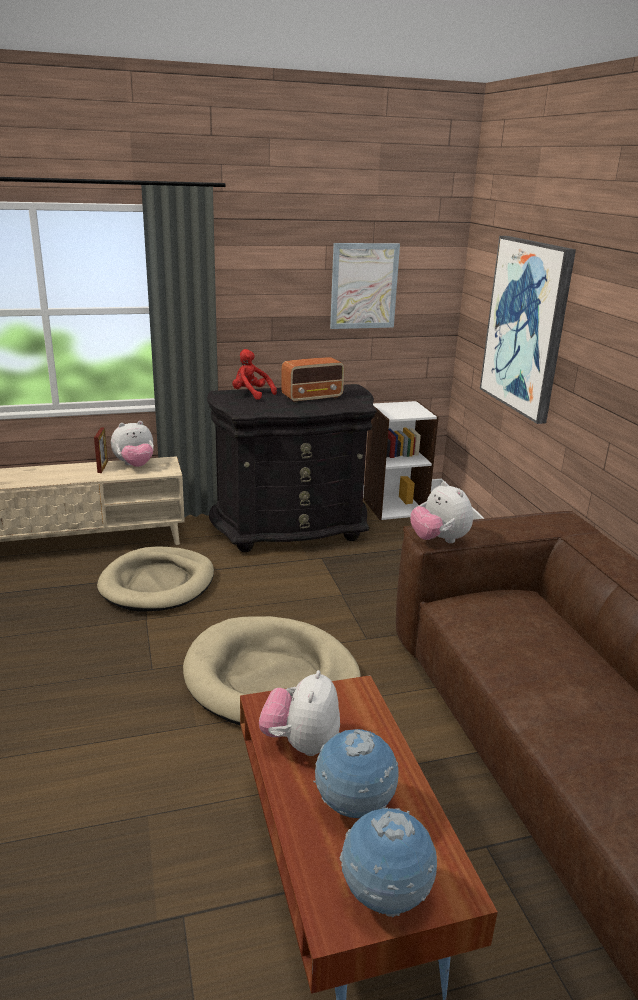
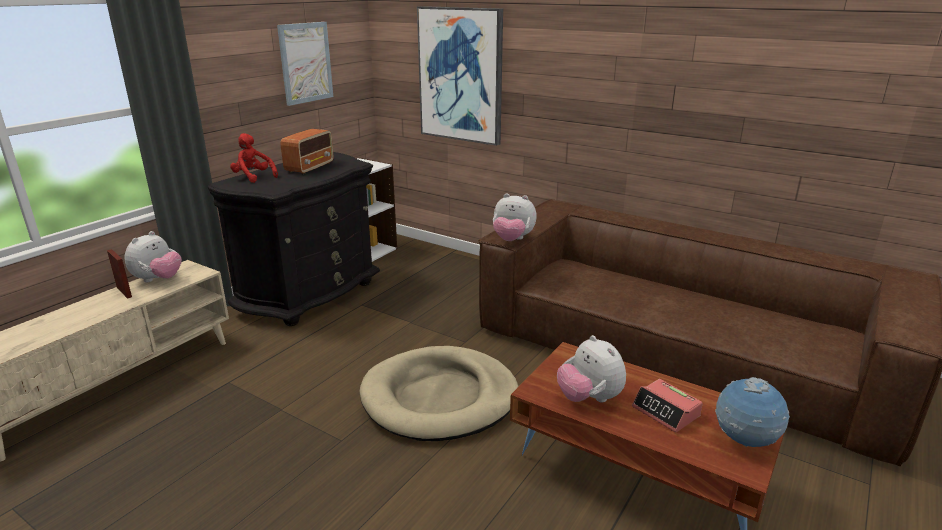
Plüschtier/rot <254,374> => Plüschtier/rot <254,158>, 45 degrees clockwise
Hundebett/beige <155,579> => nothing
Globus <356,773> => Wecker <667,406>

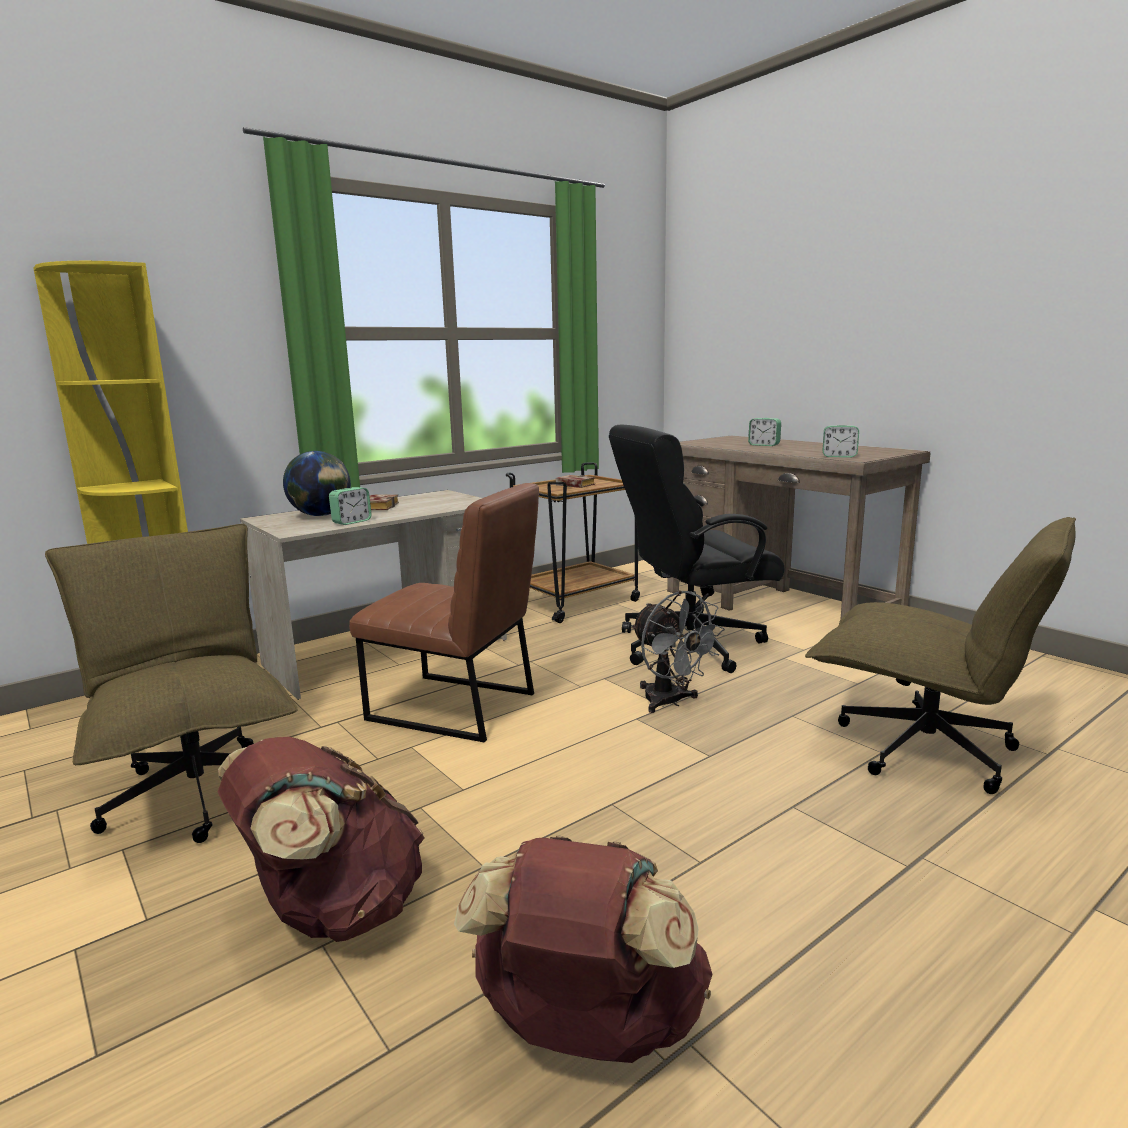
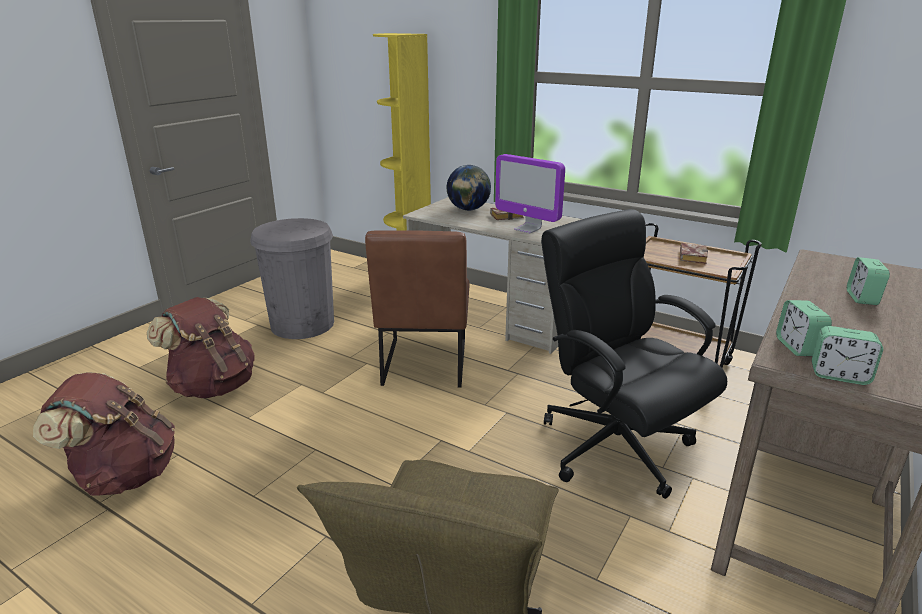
Wecker <350,506> => Wecker <847,355>, moved
Bürostuhl/beige <171,683> => Mülleimer/grau <292,278>
Ventilator/grau <678,651> => nothing
nothing => Monitor <530,193>

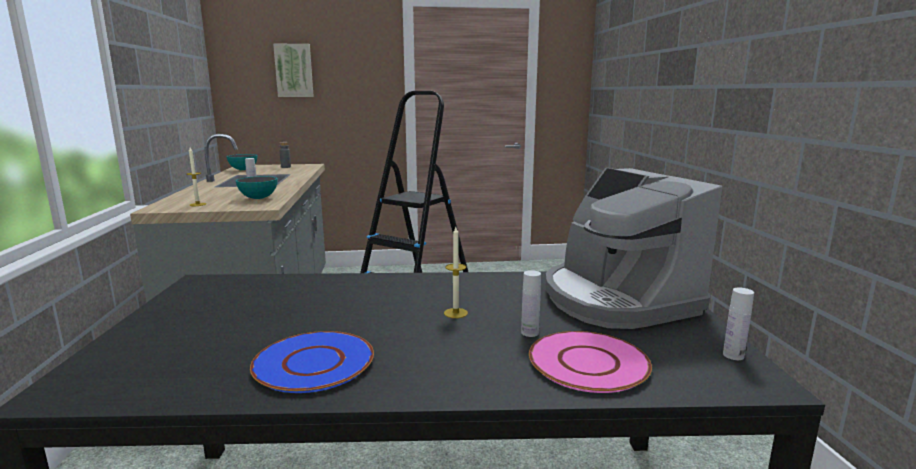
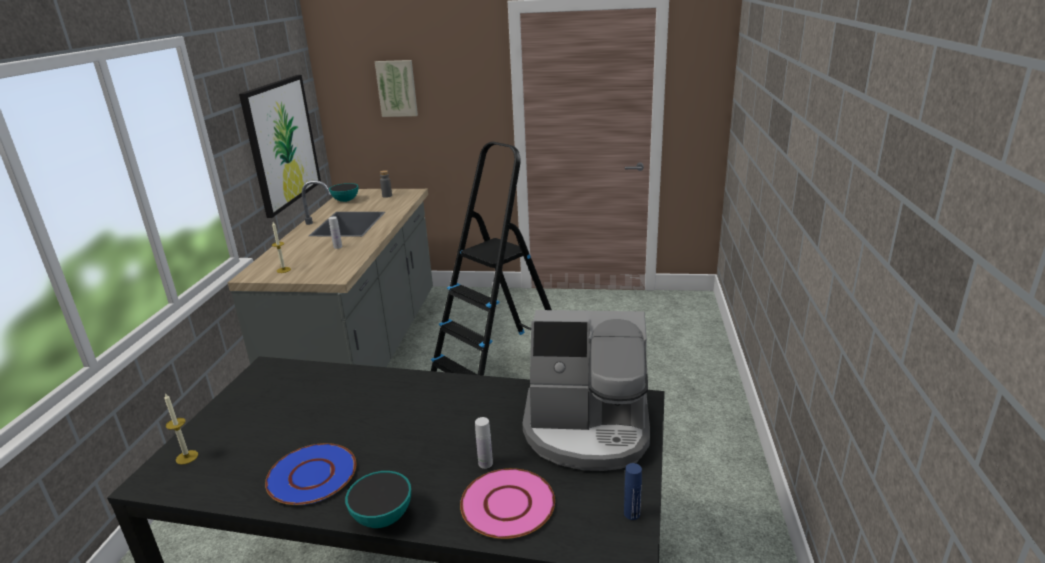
Kaffeemaschine <633,248> => Kaffeemaschine <586,390>, 75 degrees counterclockwise
Schüssel <256,187> => Schüssel <378,499>, moved
Kerze <456,272> => Kerze <181,429>, moved
Flasche/weiß <738,323> => Flasche/blau <633,491>
nothing => Bild <280,146>

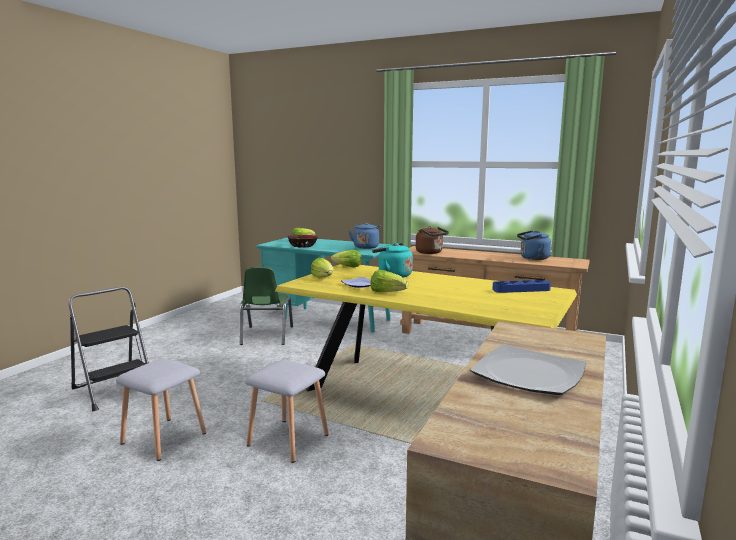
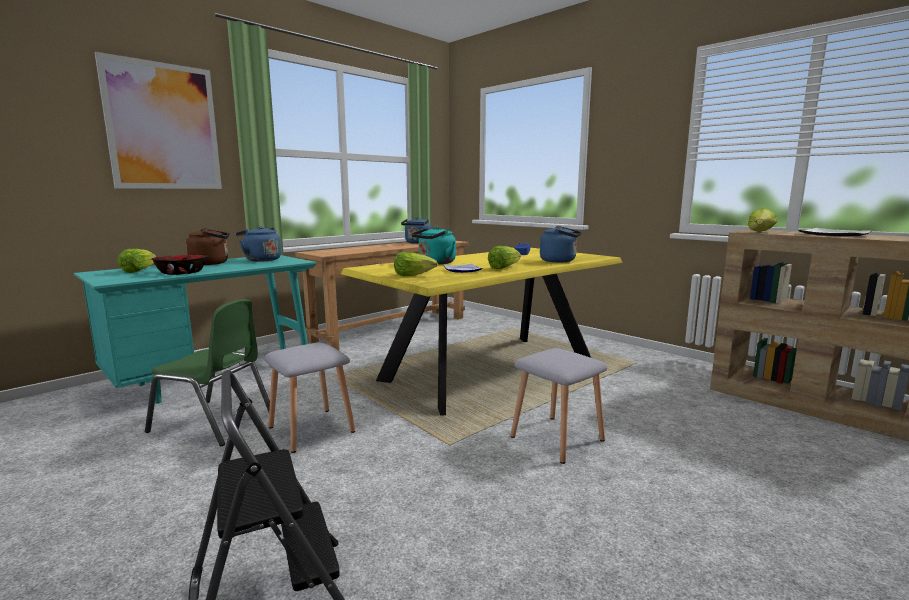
Wasserkessel/braun <432,240> => Wasserkessel/braun <208,246>, moved
Salatkopf <346,258> => Salatkopf <763,220>, moved
Hocker/grau <161,410> => Hocker/grau <309,397>, moved
nothing => Bild <158,120>
nothing => Wasserkessel/blau <561,244>

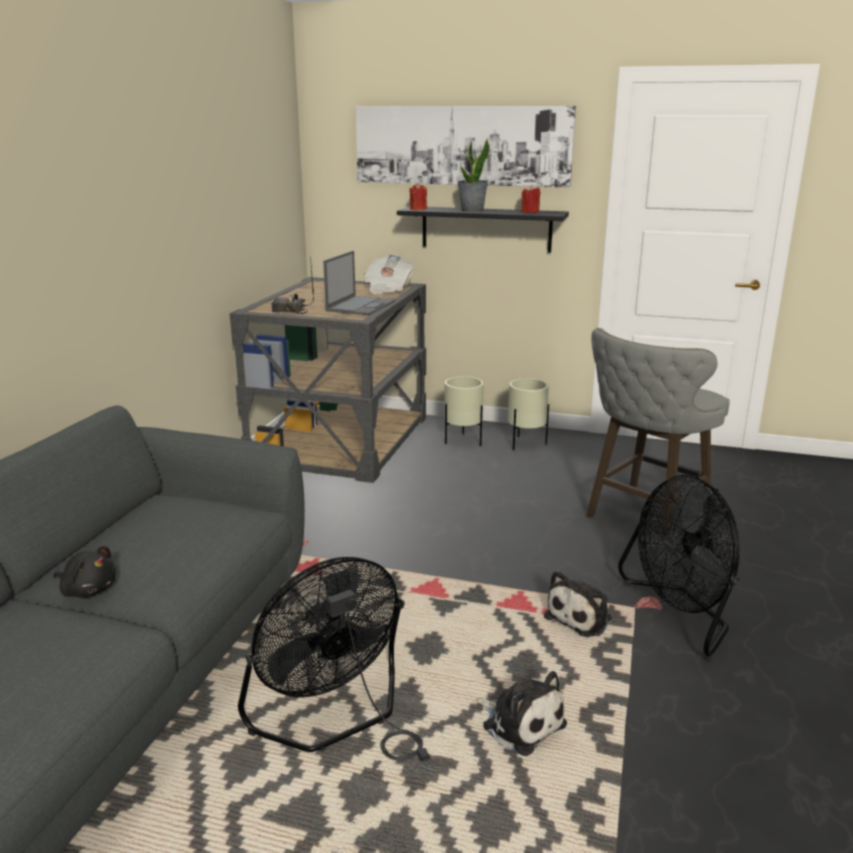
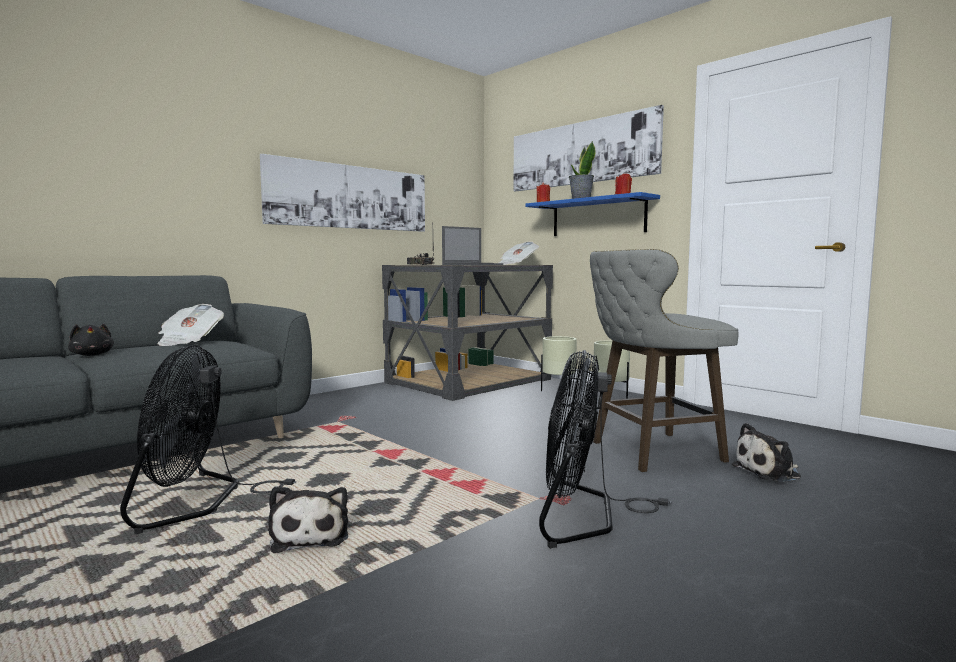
Wandregal/schwarz <483,229> => Wandregal/blau <592,214>
Ventilator/schwarz <334,660> => Ventilator/schwarz <208,439>, 90 degrees counterclockwise
Plüschtier <578,604> => Plüschtier <766,452>, moved
nothing => Bild <342,193>
nothing => Zeitung <191,325>

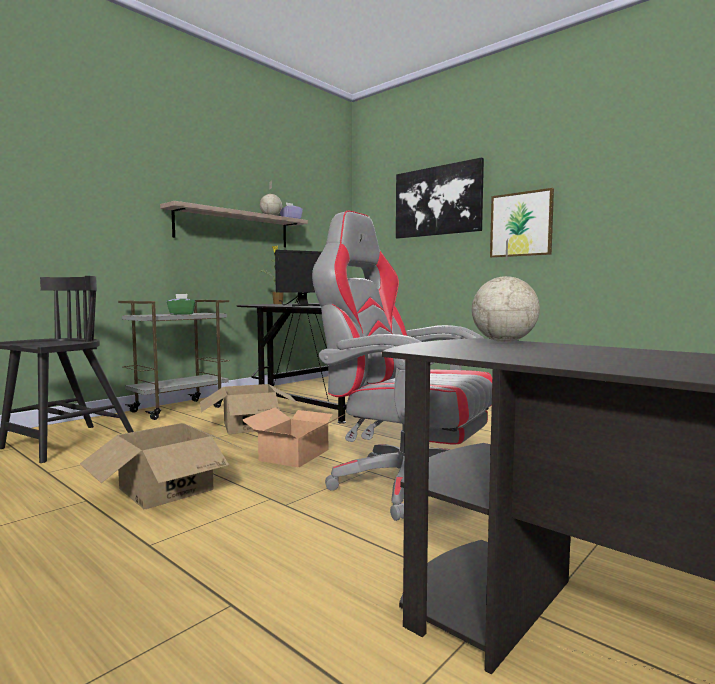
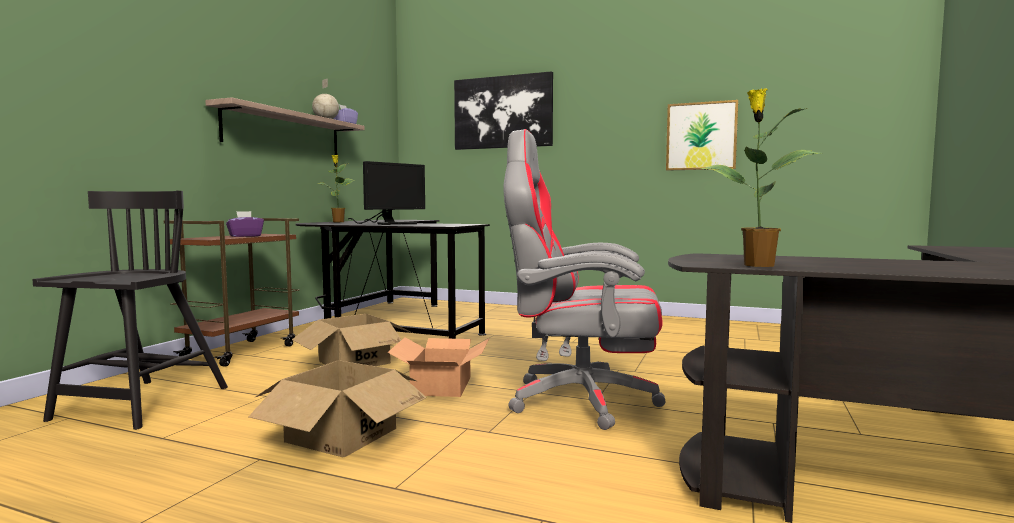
Bild <522,223> => Bild <702,135>, moved
Globus <506,290> => nothing
Taschentuchbox/grün <181,304> => Taschentuchbox/lila <245,224>
Rollwagen/grau <174,360> => Rollwagen/braun <231,292>
nothing => Topfpflanze <760,177>

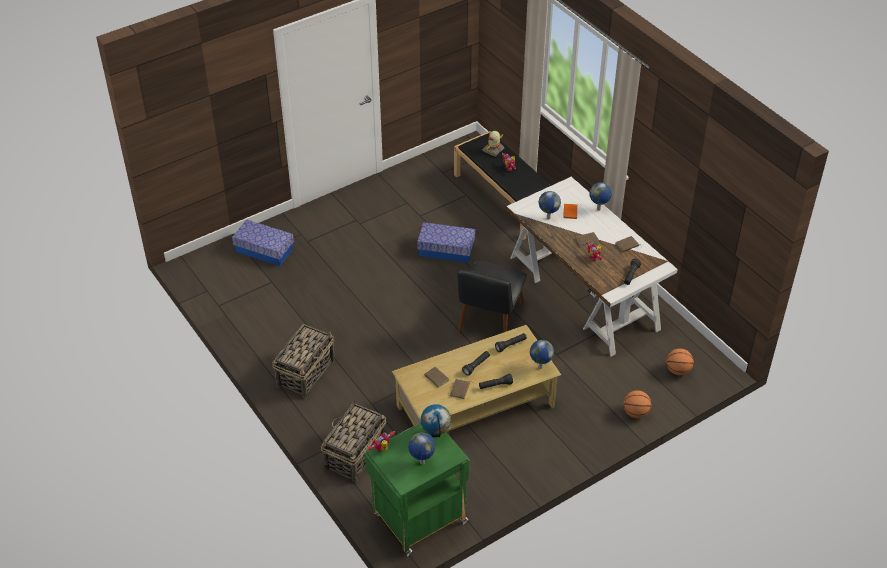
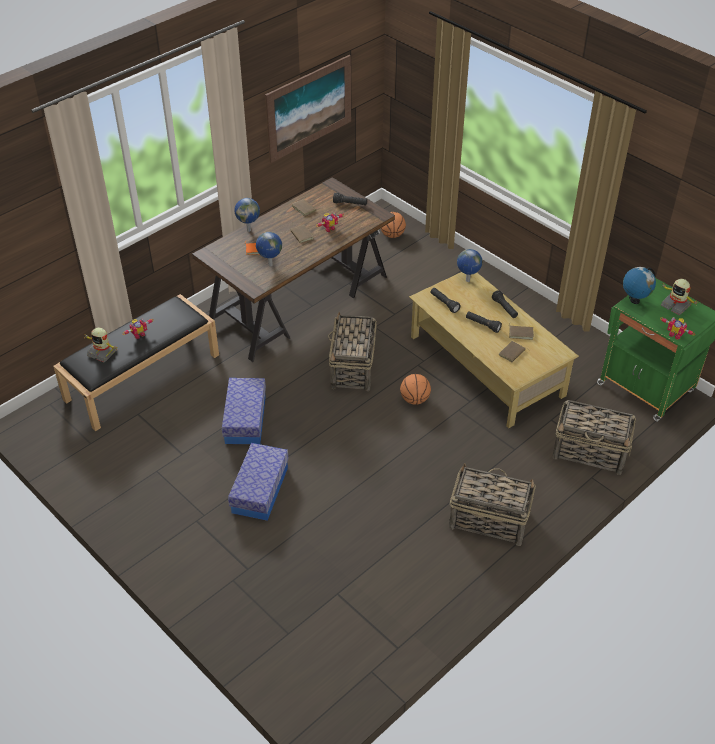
Schreibtisch/weiß <592,267> => Schreibtisch/braun <293,269>
Aufbewahrungsbox <263,242> => Aufbewahrungsbox <258,482>, moved
Stuhl/schwarz <492,296> => Korb <352,351>
Basketball <637,404> => Basketball <415,389>, moved
Globus <422,448> => Spielzeugroboter <679,297>
nothing => Bild <308,109>

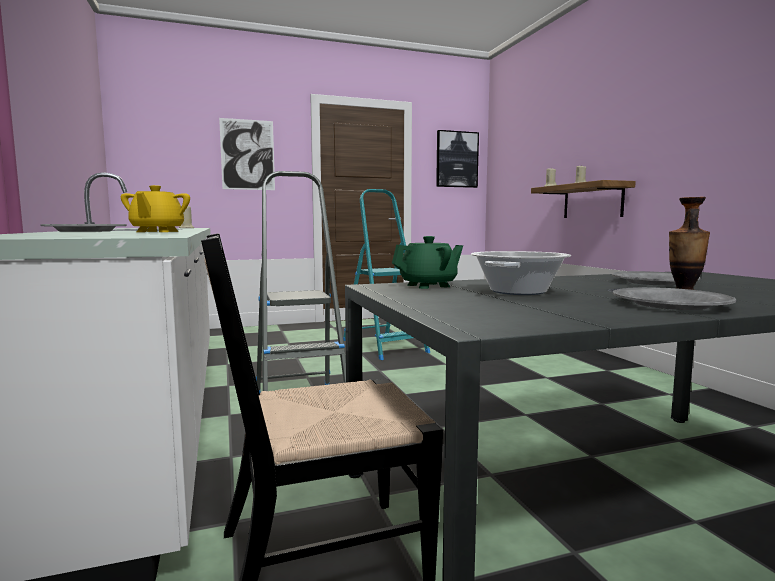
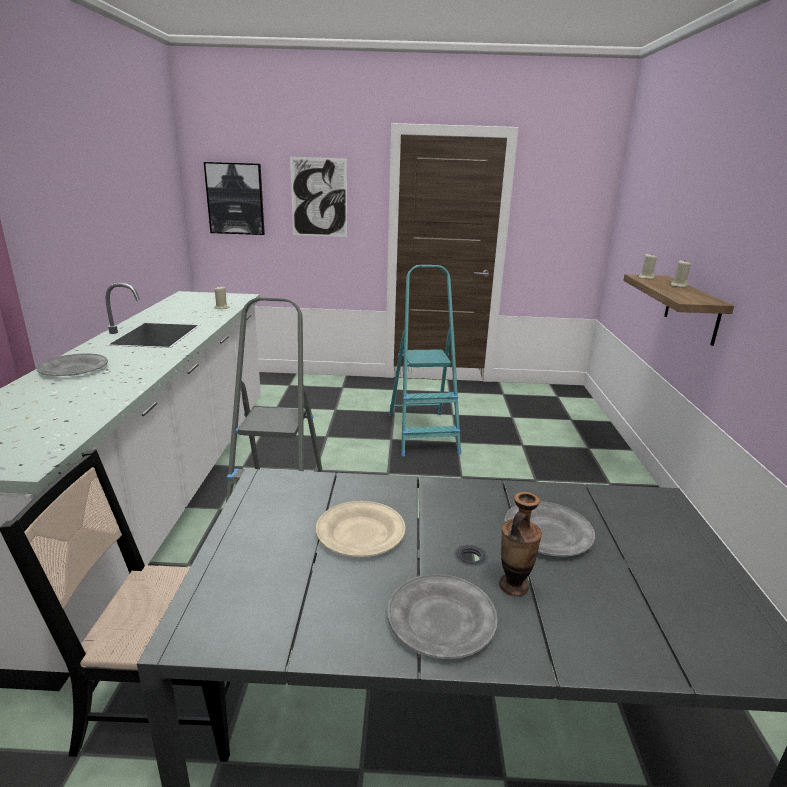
Bild <457,159> => Bild <234,198>, moved
Teekanne/gelb <155,208> => nothing
Teekanne/grün <427,262> => nothing
Kochtopf <521,273> => Teller/beige <361,529>

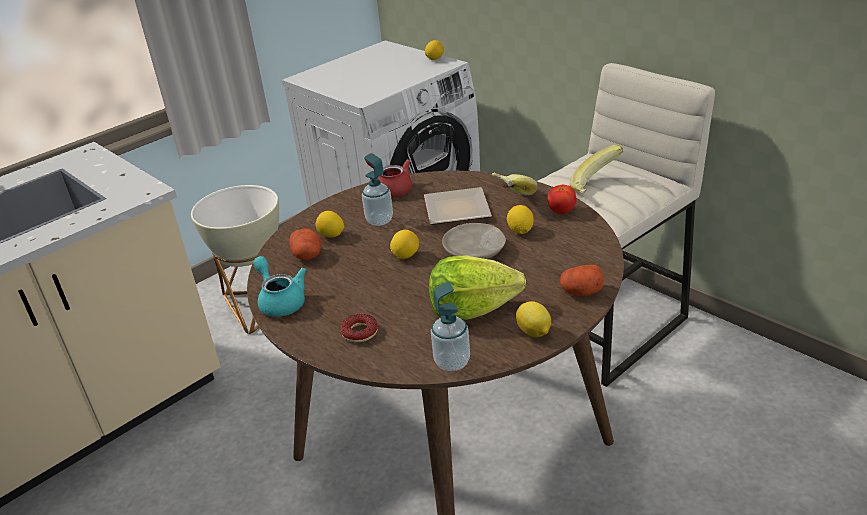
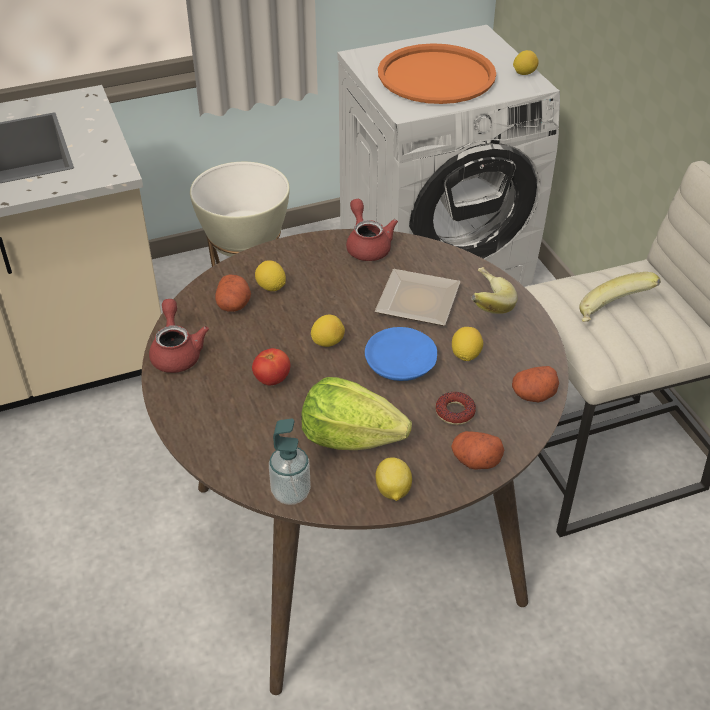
Seifenspender <377,189> => nothing
Tomate <561,199> => Tomate <271,366>, moved
Teller/beige <474,241> => Teller/blau <401,354>
Teekanne/türkis <279,286> => Teekanne/rot <179,336>
Donut <359,328> => Donut <455,408>, moved
nothing => Tablett/orange <437,73>
nothing => Kartoffel <535,384>

